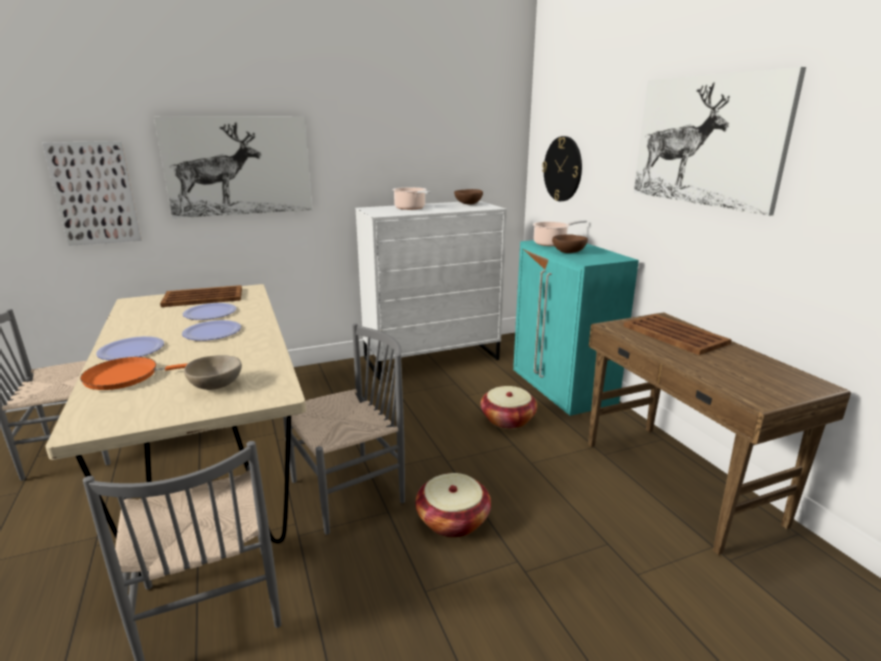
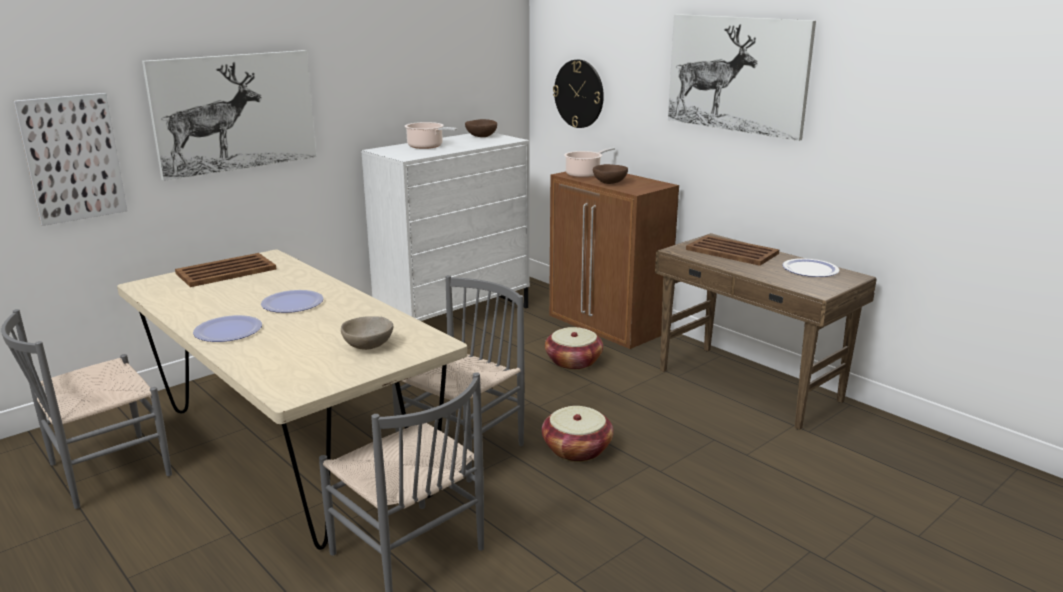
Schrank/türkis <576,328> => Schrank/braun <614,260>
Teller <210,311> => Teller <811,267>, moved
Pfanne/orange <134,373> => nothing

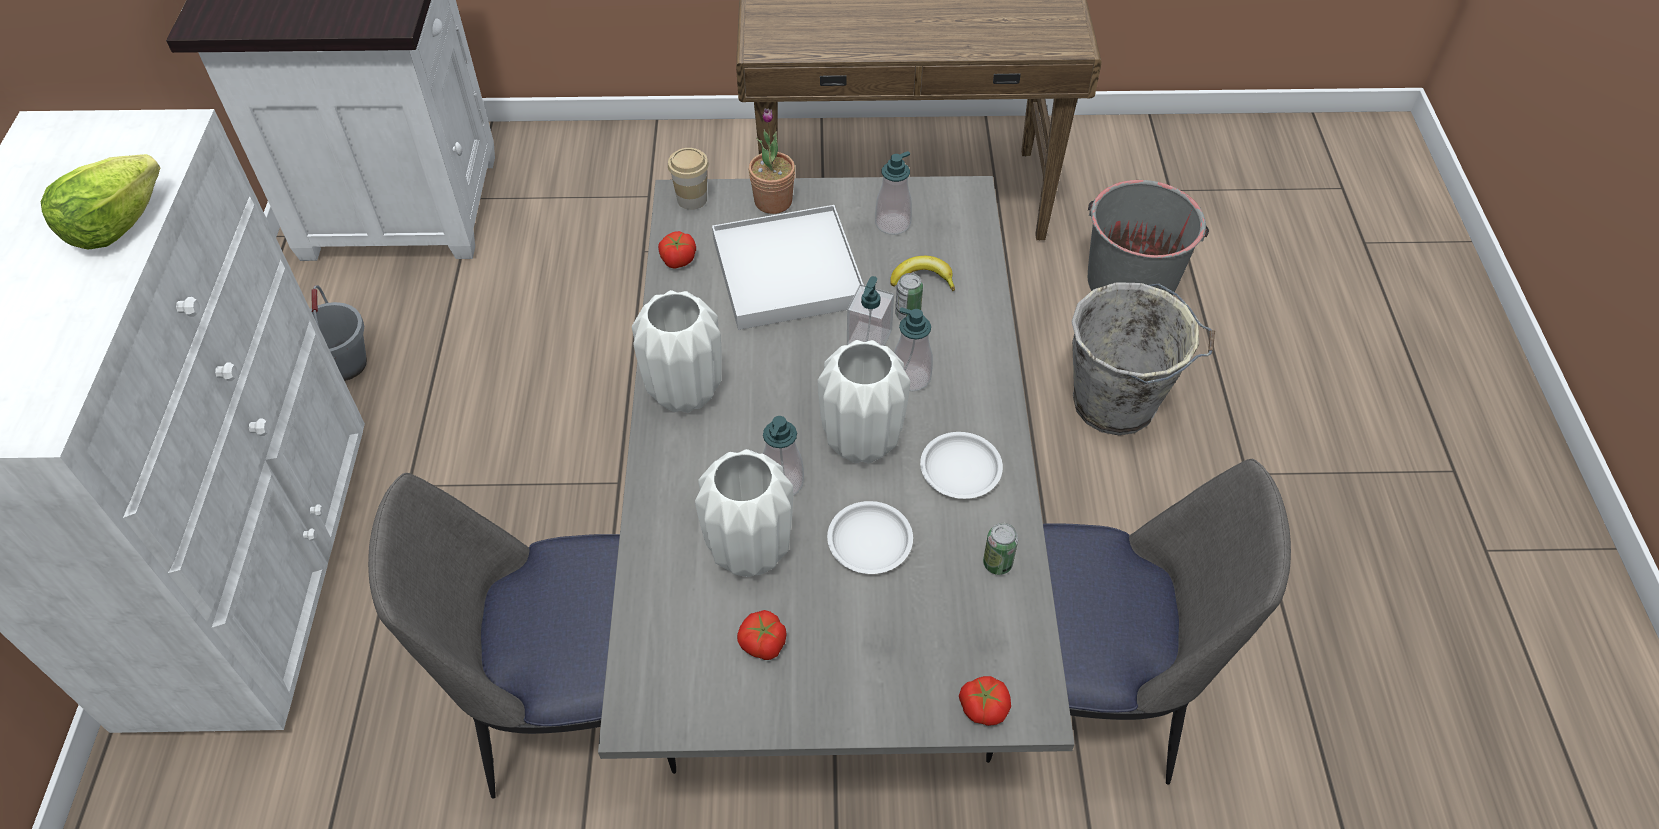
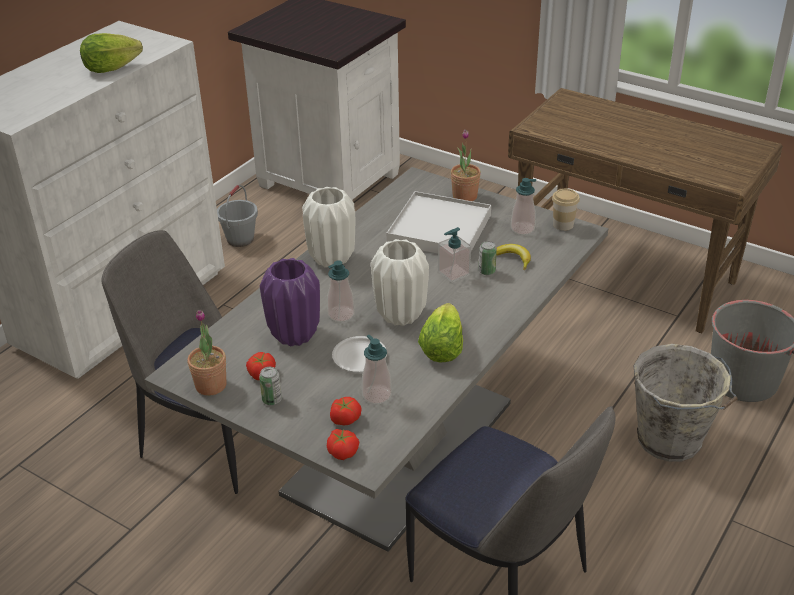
Tasse <688,179> => Tasse <566,210>, moved
Tomate <677,250> => Tomate <346,411>, moved
Seifenspender <913,349> => Seifenspender <377,369>, moved
Teller/weiß <961,465> => Salatkopf <440,332>
Vase/weiß <744,513> => Vase/lila <290,302>
Dose <1000,549> => Dose <270,386>, moved
nothing => Topfpflanze <206,353>

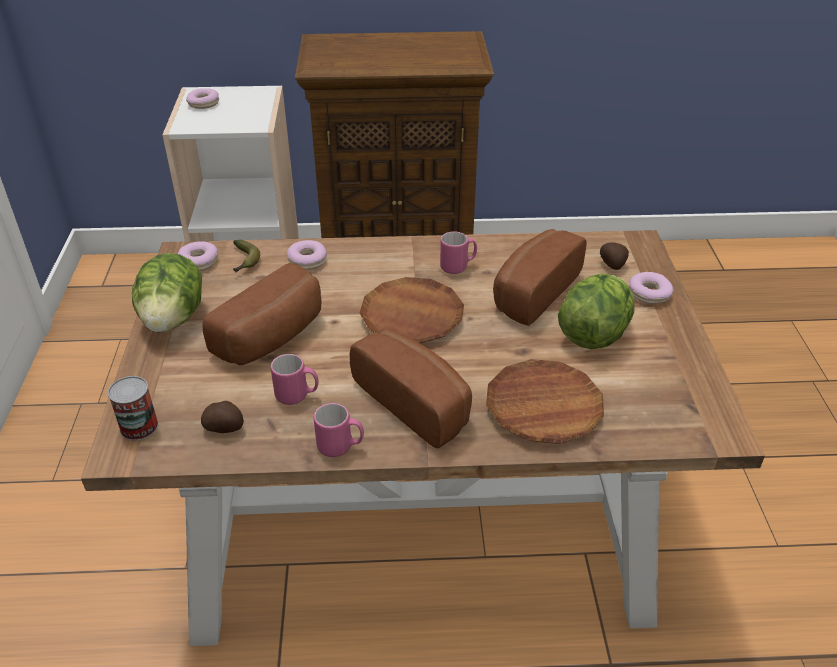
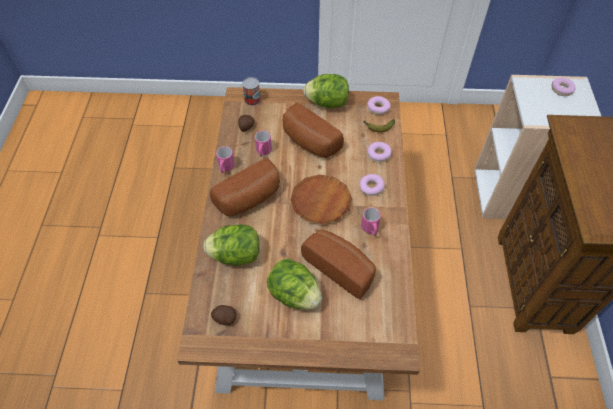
Kartoffel <614,256> => Kartoffel <223,315>, moved
Donut <651,288> => Donut <372,185>, moved
Teller/braun <545,401> => Salatkopf <231,245>

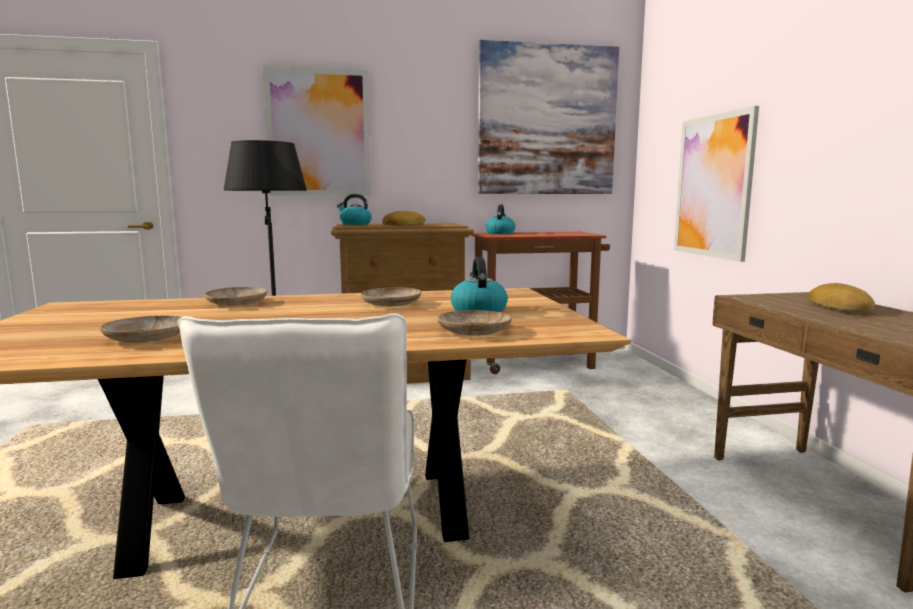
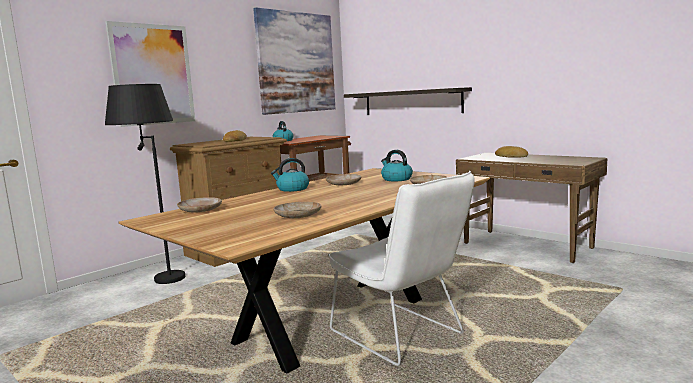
Bild <716,184> => Wandregal <408,101>
Wasserkessel <354,209> => Wasserkessel <290,175>, moved
Teller/beige <235,296> => Teller/beige <199,205>, moved

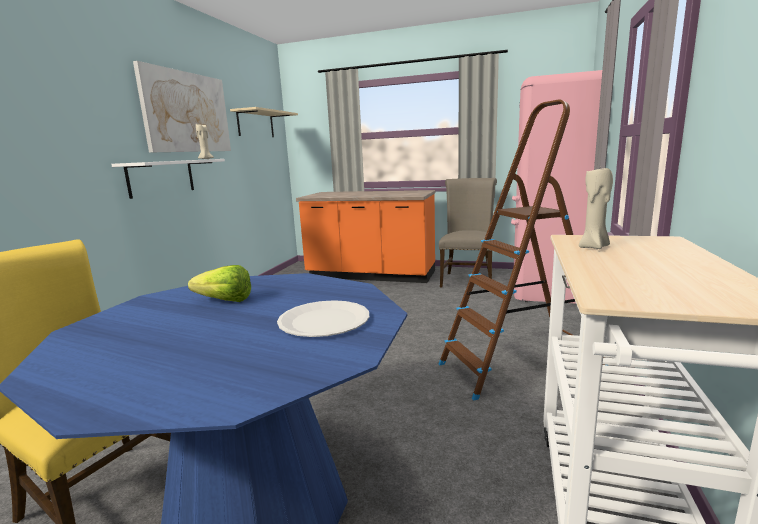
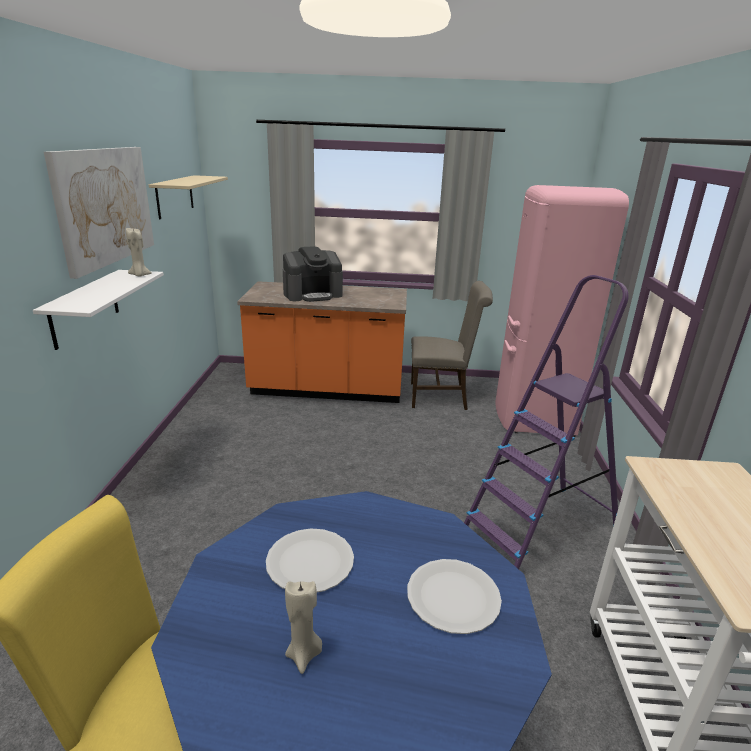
Trittleiter/braun <522,249> => Trittleiter/lila <546,422>
Kerze/beige <596,208> => Kerze/beige <303,627>, moved
Stuhl/beige <468,232> => Stuhl/beige <452,345>, 90 degrees clockwise
Salatkopf <219,283> => Teller/weiß <310,560>
nothing => Kaffeemaschine <313,274>

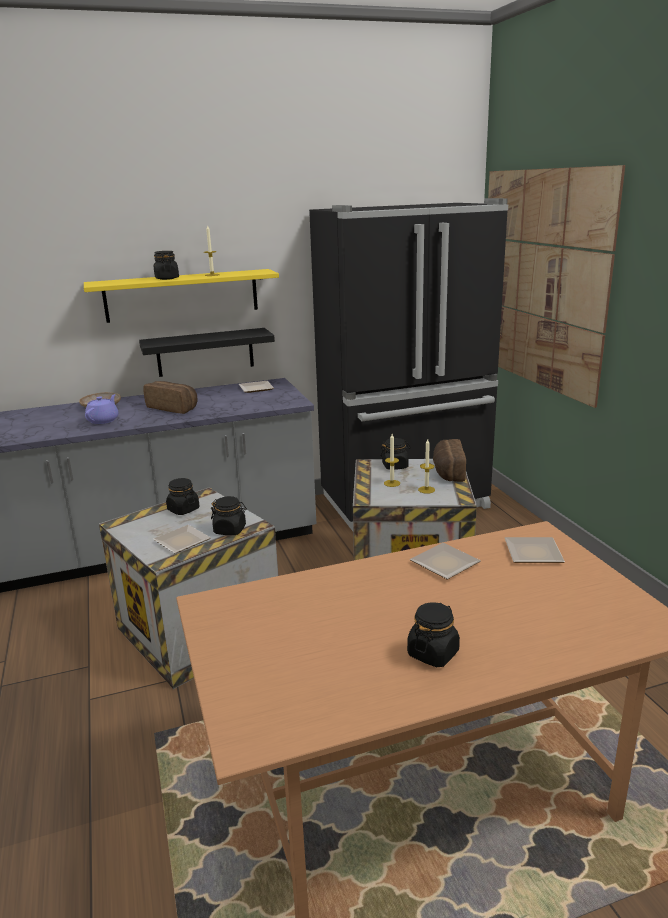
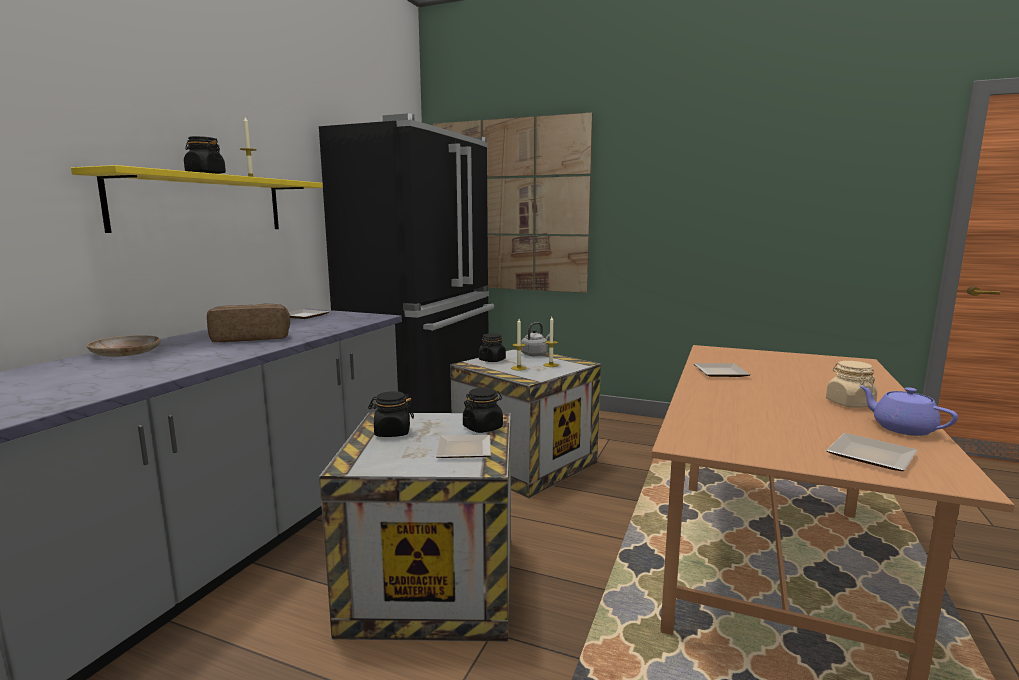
Wandregal/schwarz <207,352> => nothing
Teekanne/lila <102,409> => Teekanne/lila <908,411>, moved
Brot <449,460> => Wasserkessel/grau <535,339>
Teller <535,550> => Teller <872,452>, moved
Vorratsglas/schwarz <433,634> => Vorratsglas/beige <851,384>

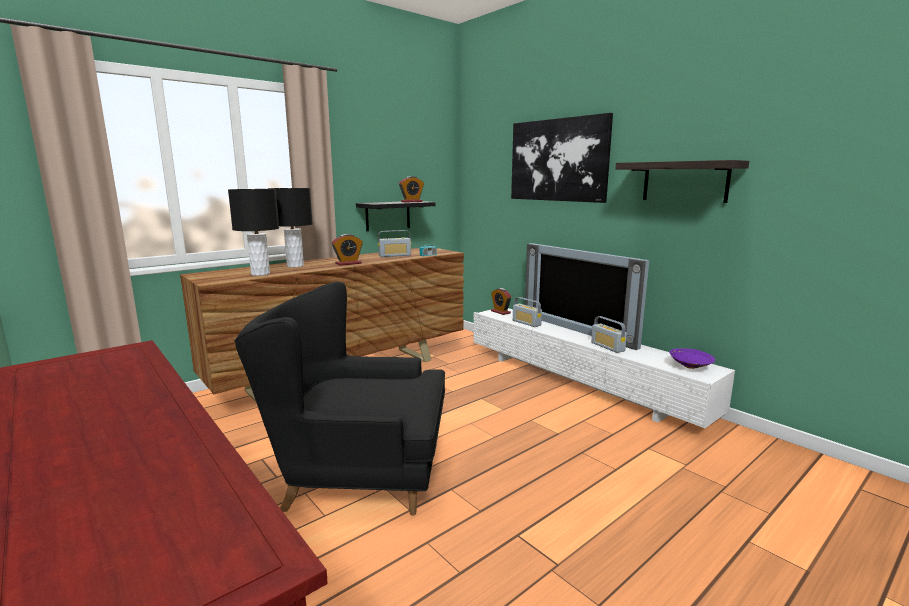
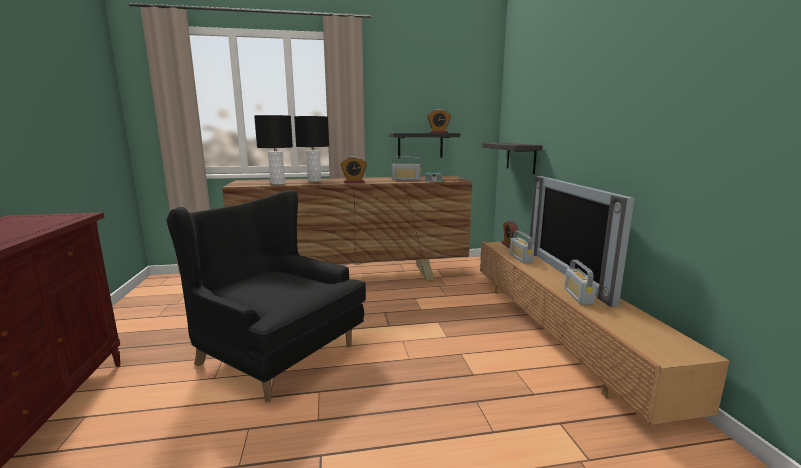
Bild <562,158> => nothing
Wandregal <682,181> => Wandregal <512,158>, moved
Fernsehschrank/weiß <604,368> => Fernsehschrank/braun <605,333>
Schüssel/lila <692,358> => nothing

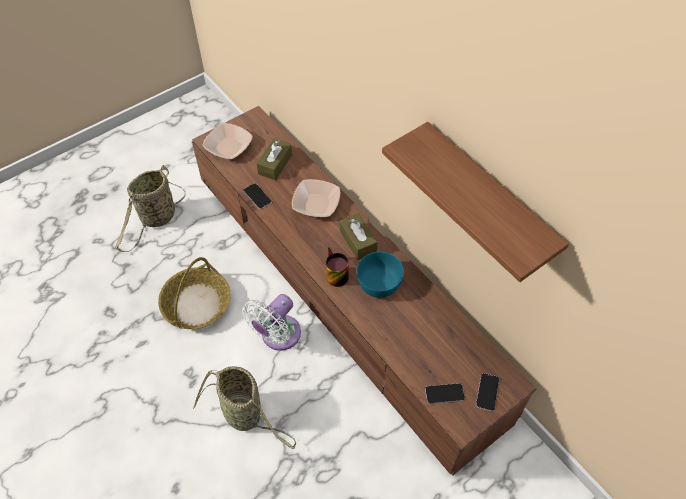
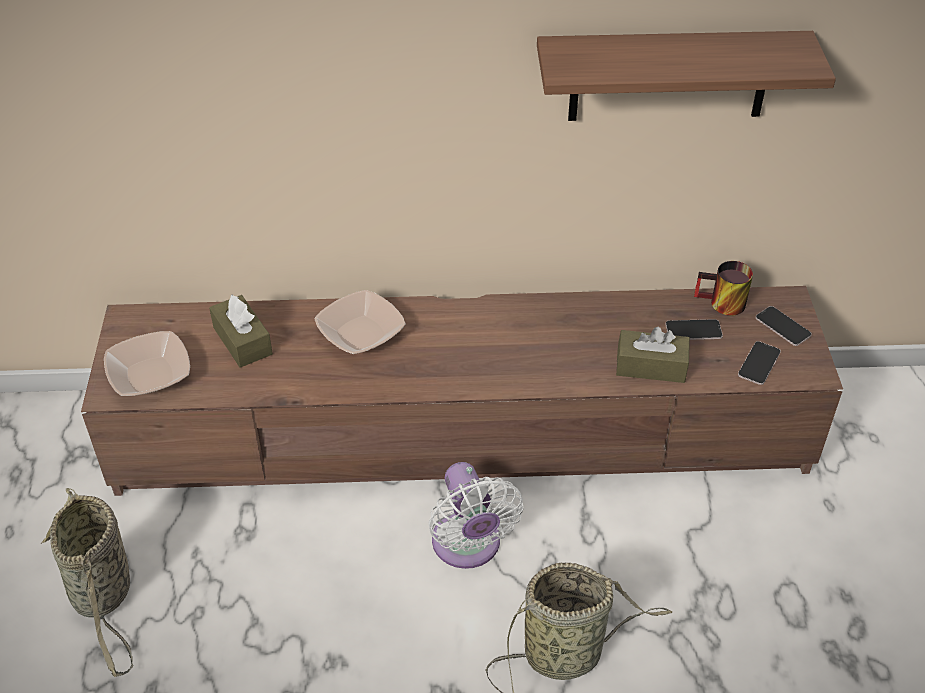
Handy <257,196> => Handy <694,329>, moved
Taschentuchbox/braun <358,236> => Taschentuchbox/braun <653,355>, moved
Henkelbecher <337,267> => Henkelbecher <723,288>, moved
Schüssel/türkis <380,275> => nothing
Korb <194,293> => nothing

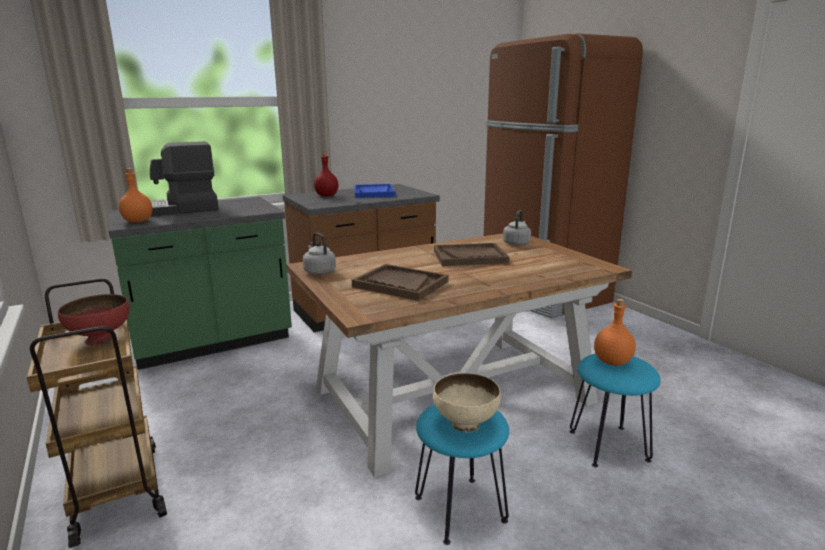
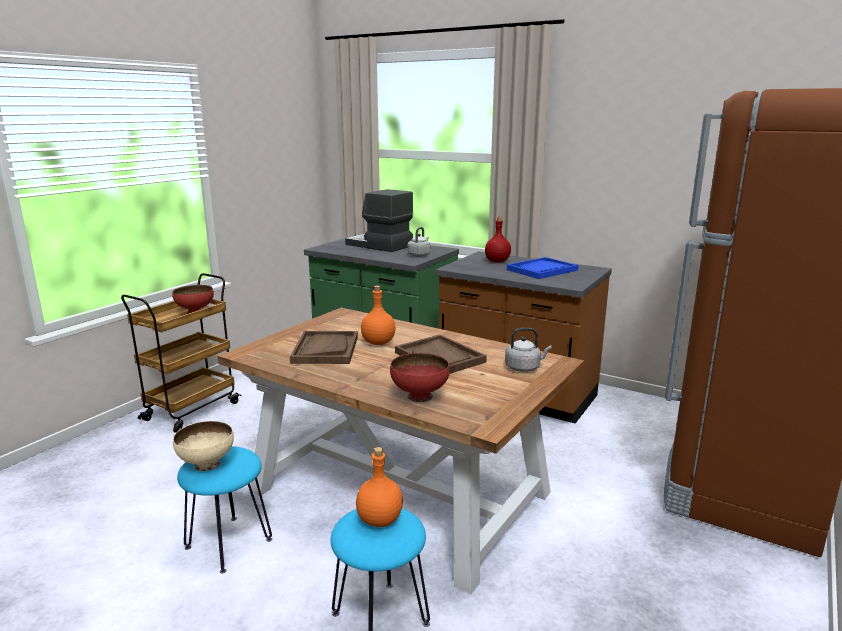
Flasche/orange <136,195> => Flasche/orange <378,315>, moved
Wasserkessel/grau <319,253> => Wasserkessel/grau <418,242>, moved
nothing => Schüssel/rot <420,377>

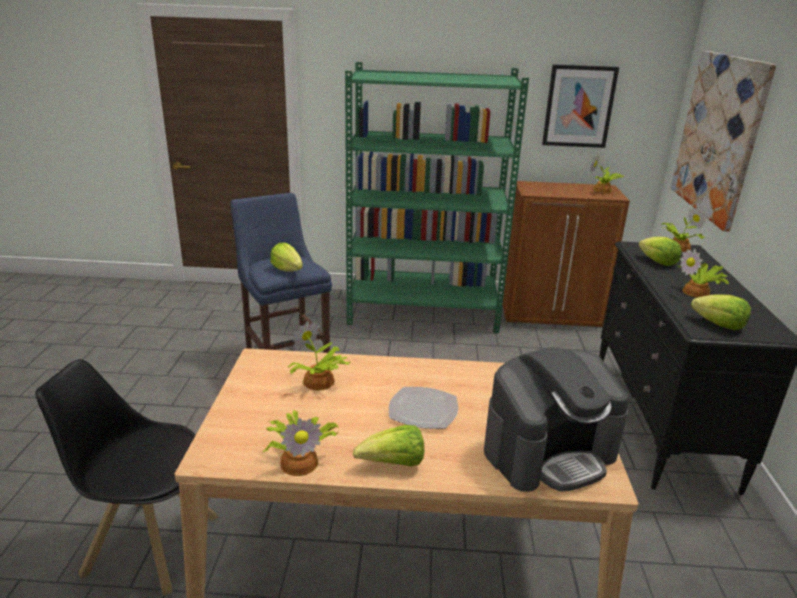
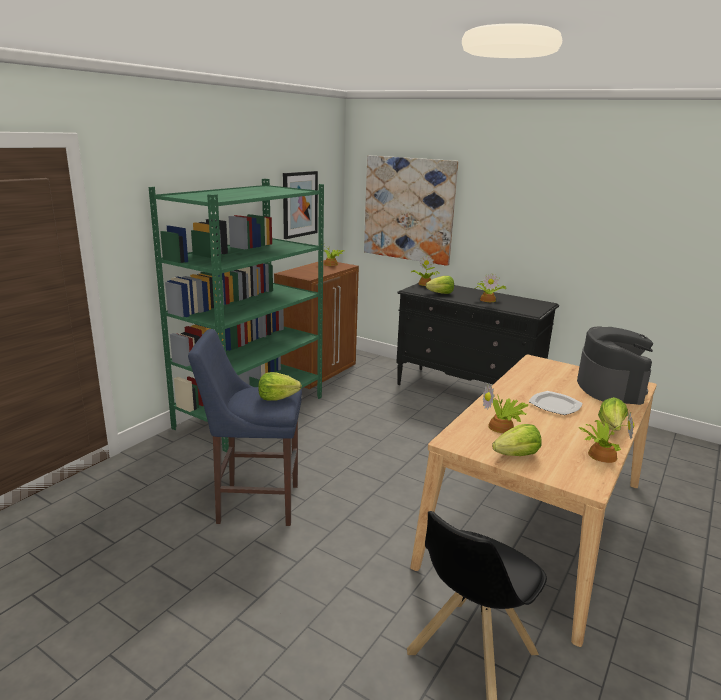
Salatkopf <721,312> => Salatkopf <517,440>, moved

